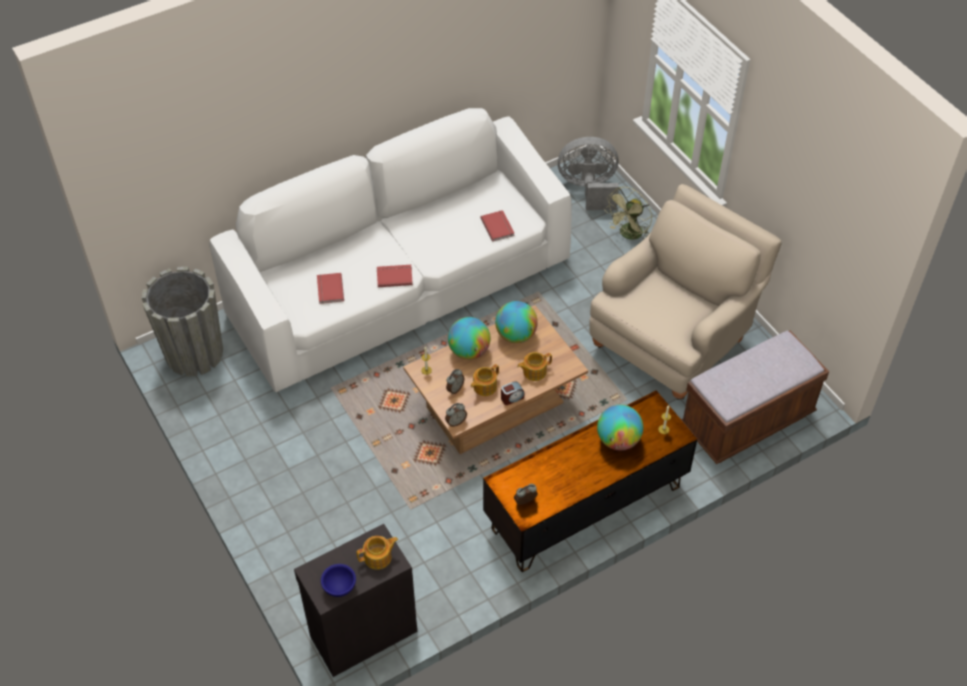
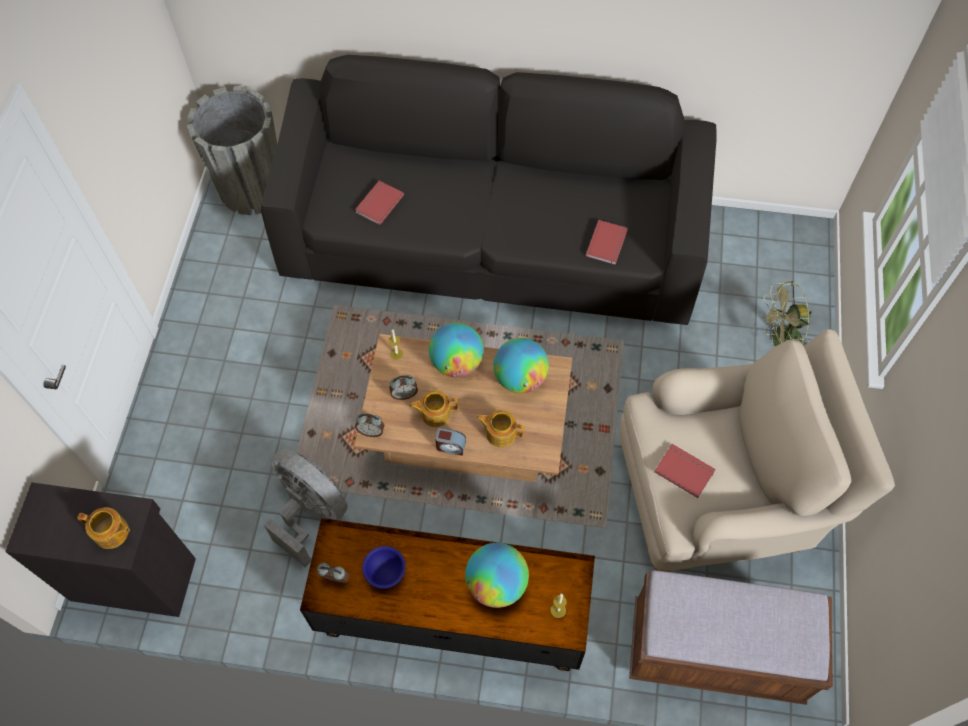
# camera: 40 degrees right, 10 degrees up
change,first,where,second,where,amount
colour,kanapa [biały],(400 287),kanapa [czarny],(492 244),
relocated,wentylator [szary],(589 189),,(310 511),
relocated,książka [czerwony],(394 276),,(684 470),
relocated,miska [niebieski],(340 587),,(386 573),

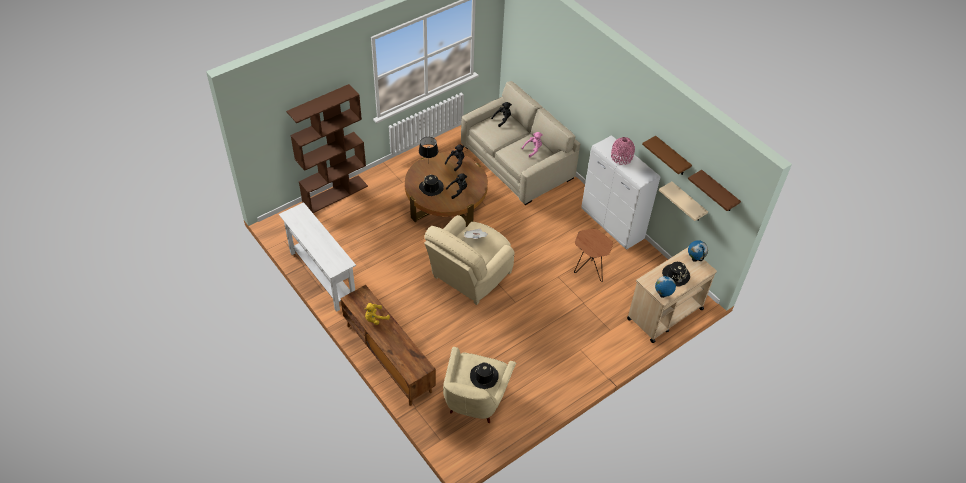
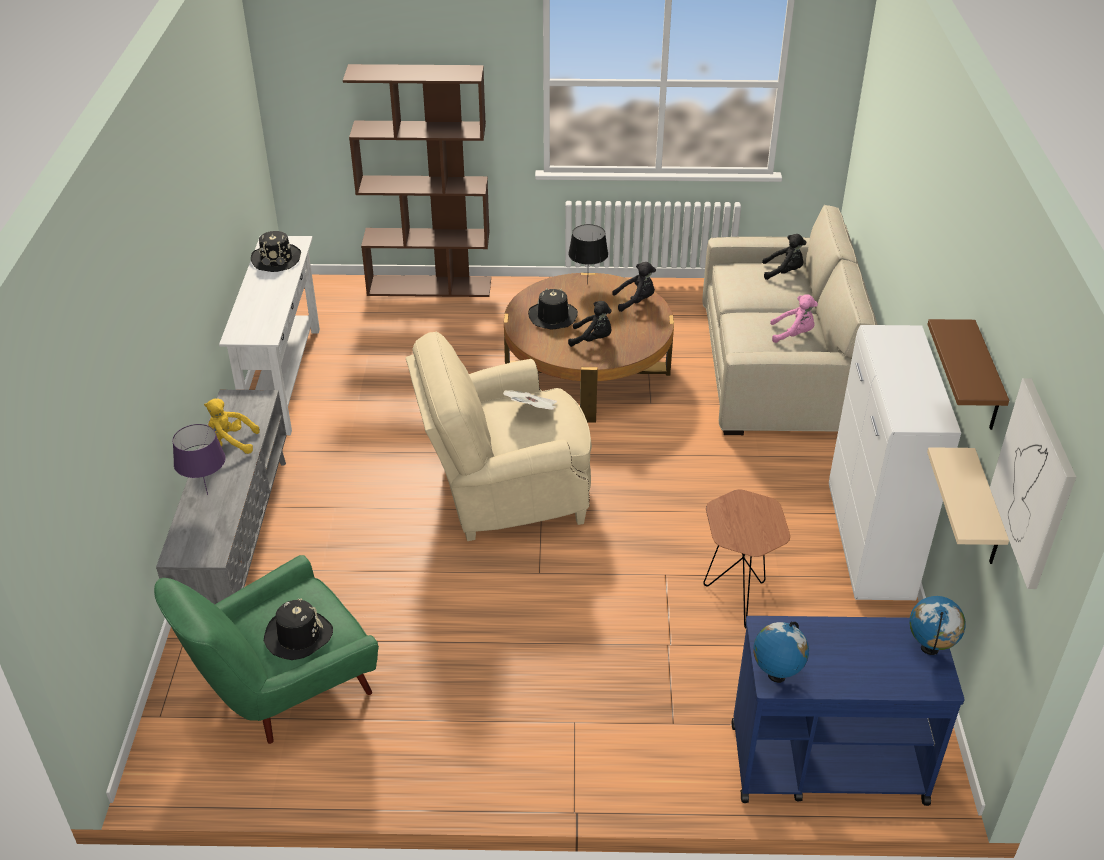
# camera: 40 degrees right, 10 degrees down
change,first,where,second,where,amount
missing,wazon [różowy],(621 157),,,
exchanged,półka [brązowy],(718 192),obraz,(1034 482),
colour,wózek [beżowy],(664 314),wózek [niebieski],(825 763),
relocated,kapelusz [czarny],(675 275),,(277 259),
colour,szafka pod telewizor [brązowy],(388 357),szafka pod telewizor [szary],(237 539),
colour,fotel [beżowy],(474 403),fotel [zielony],(284 693),
appeared,,,lampa stołowa [fioletowy],(208 495),

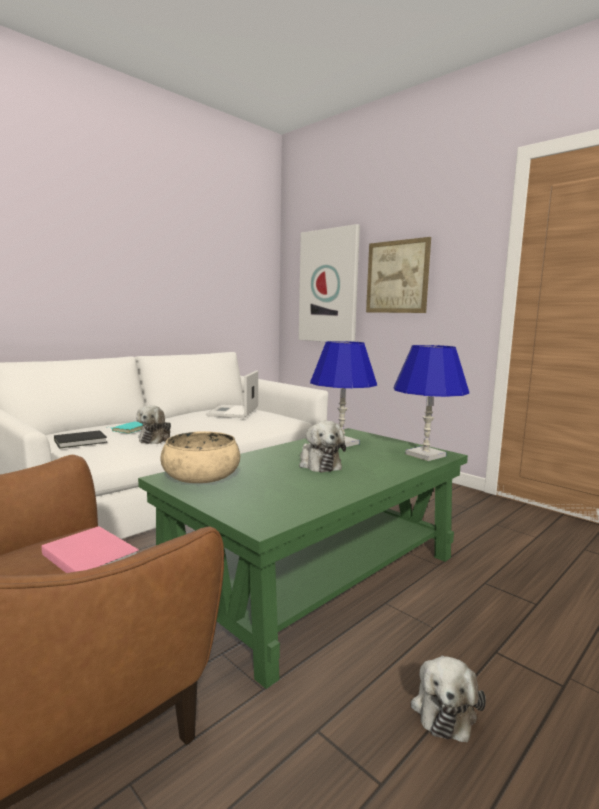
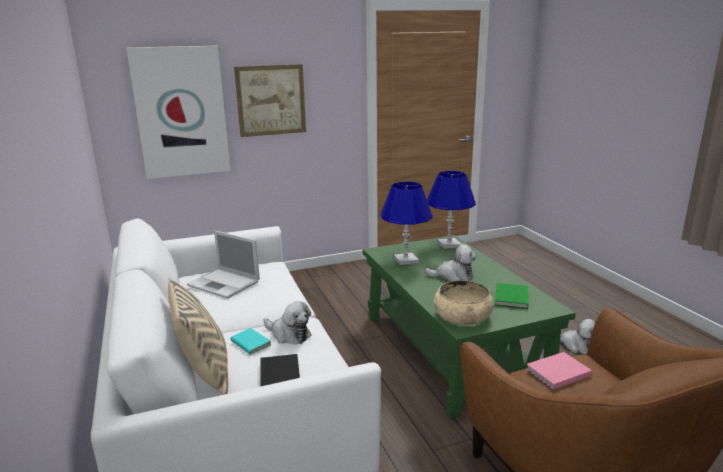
# camera: 65 degrees left, 10 degrees up
change,first,where,second,where,amount
appeared,,,poduszka [beżowy],(205 373),
appeared,,,książka [zielony],(510 298),

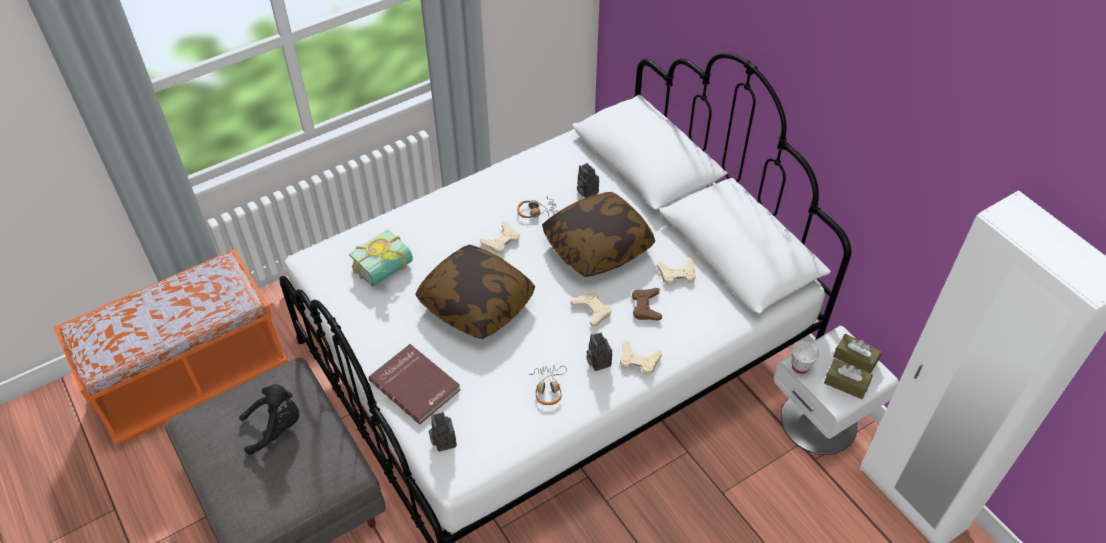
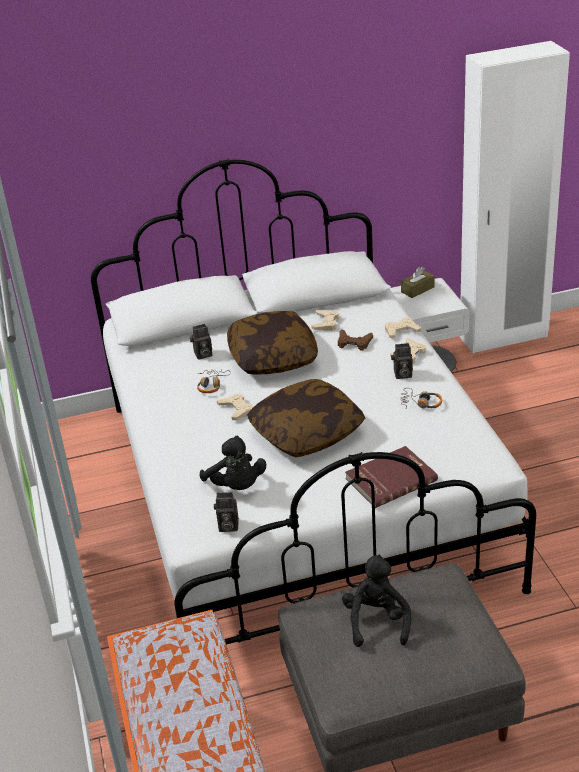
# camera: 70 degrees left, 15 degrees down
change,first,where,second,where,amount
exchanged,książka,(386 271),pluszak [czarny],(236 486),
relocated,pad do gier [beżowy],(592 310),,(401 331),
missing,filiżanka [biały],(800 367),,,
missing,pudełko chusteczek [brązowy],(846 383),,,
relocated,aparat fotograficzny,(443 440),,(227 526),

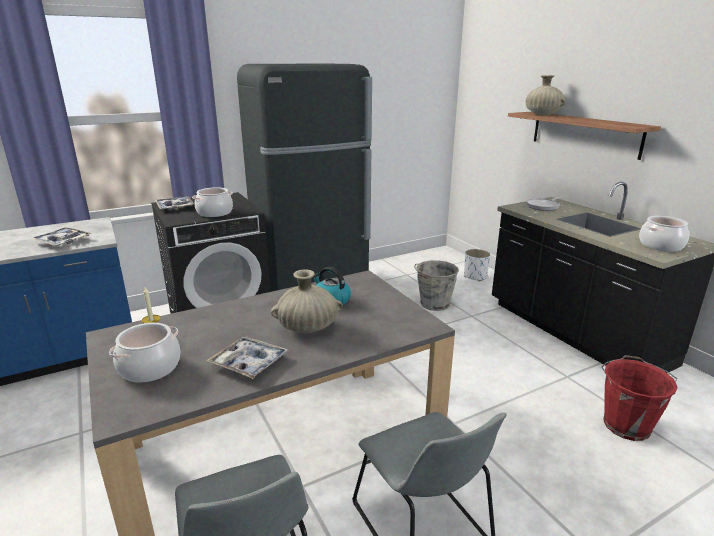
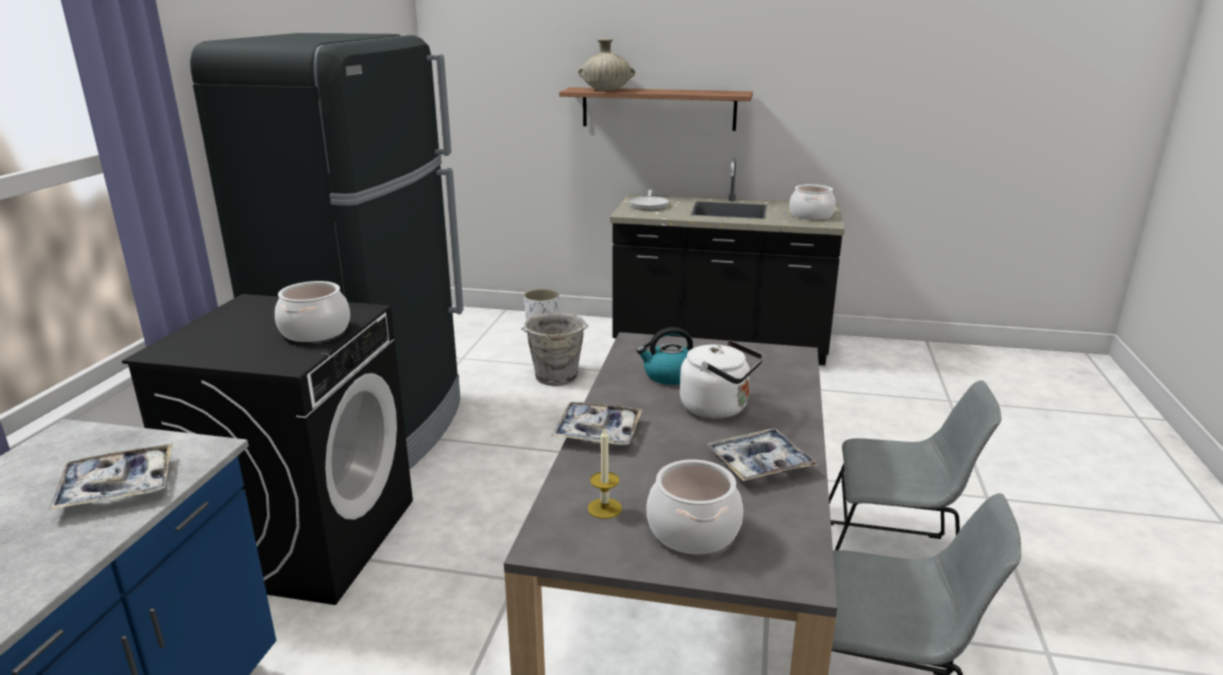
# camera: 50 degrees left, 0 degrees up
change,first,where,second,where,amount
relocated,taca,(175 207),,(597 432),
exchanged,wazon [beżowy],(307 328),czajnik [biały],(718 408),
missing,wiadro [czerwony],(626 424),,,

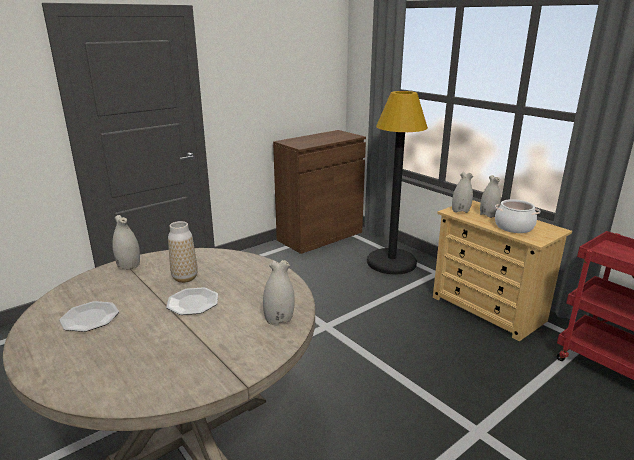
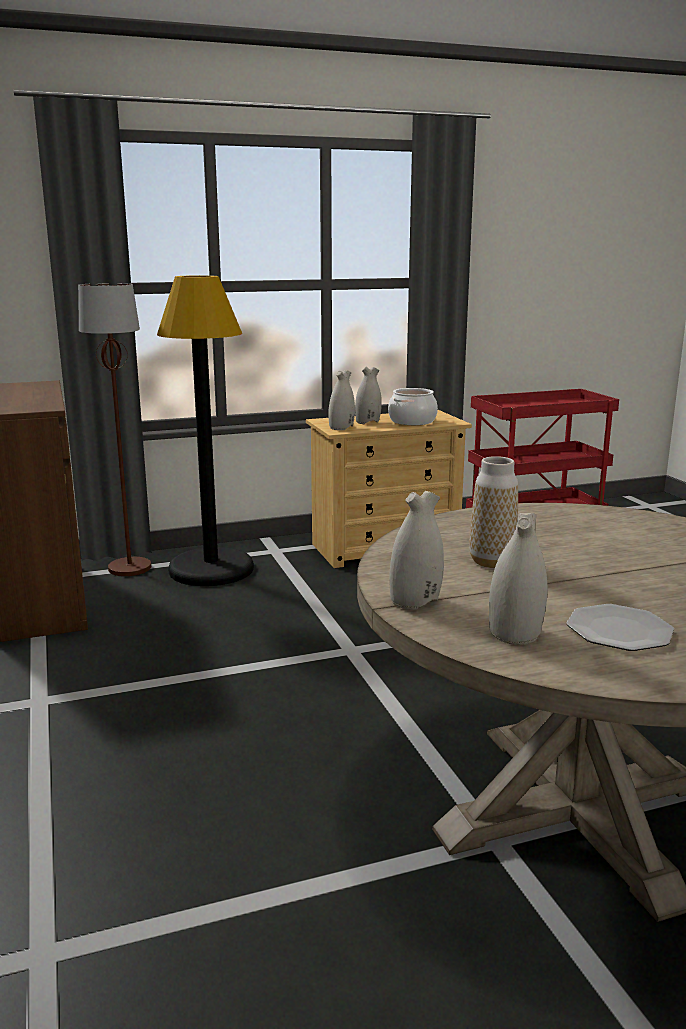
# camera: 70 degrees left, 5 degrees down
change,first,where,second,where,amount
relocated,wazon [biały],(279 319),,(515 633),
missing,talerz,(193 302),,,
appeared,,,lampa stojąca [brązowy],(129 568),

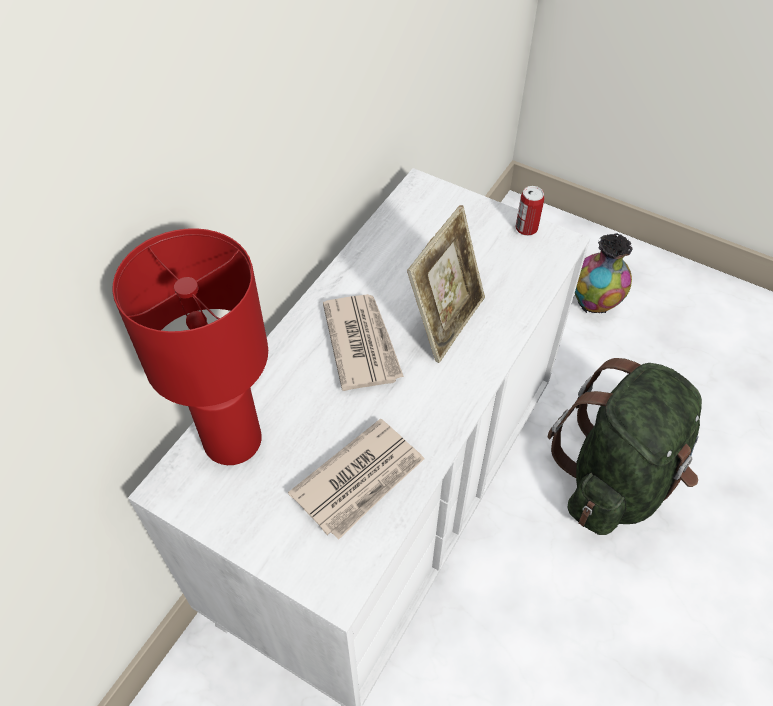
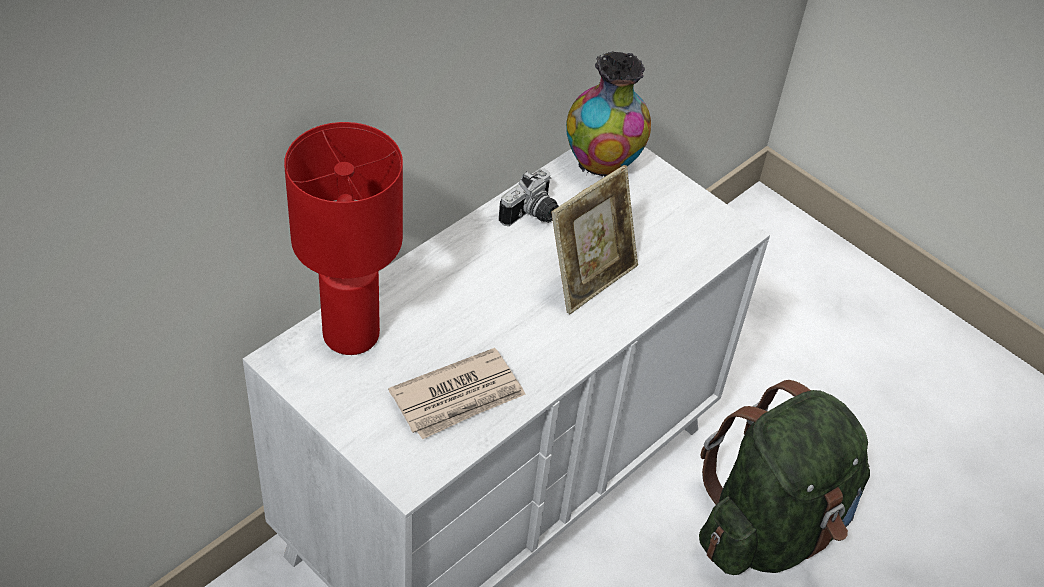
# camera: 10 degrees right, 5 degrees down
change,first,where,second,where,amount
missing,puszka,(526 228),,,
relocated,wazon,(595 303),,(603 163),
missing,gazeta,(362 343),,,
appeared,,,aparat fotograficzny,(532 215),

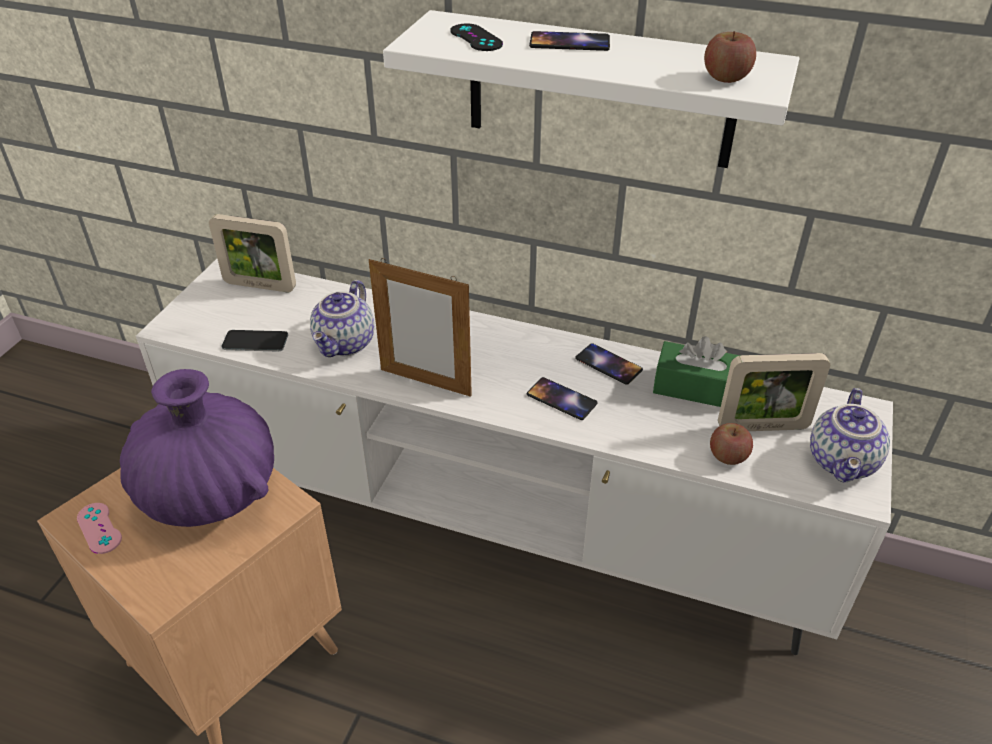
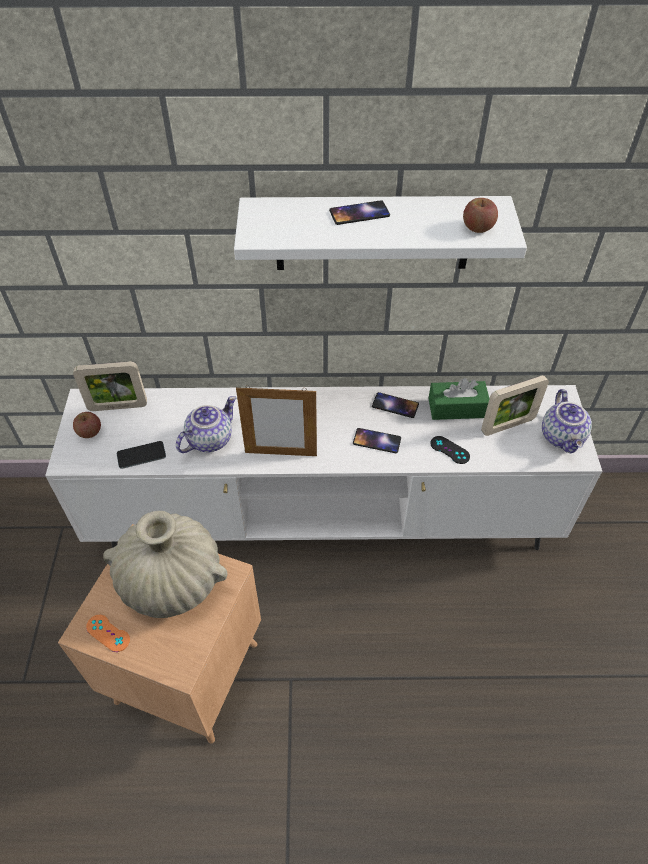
# camera: 20 degrees left, 10 degrees up
change,first,where,second,where,amount
relocated,pad do gier [czarny],(476 38),,(449 450),
spun,imbryk,(346 344),,(209 439),135 degrees counterclockwise
colour,wazon [fioletowy],(210 492),wazon [beżowy],(172 581),
relocated,jabłko,(728 456),,(89 432),
colour,pad do gier [różowy],(99 528),pad do gier [pomarańczowy],(108 633),

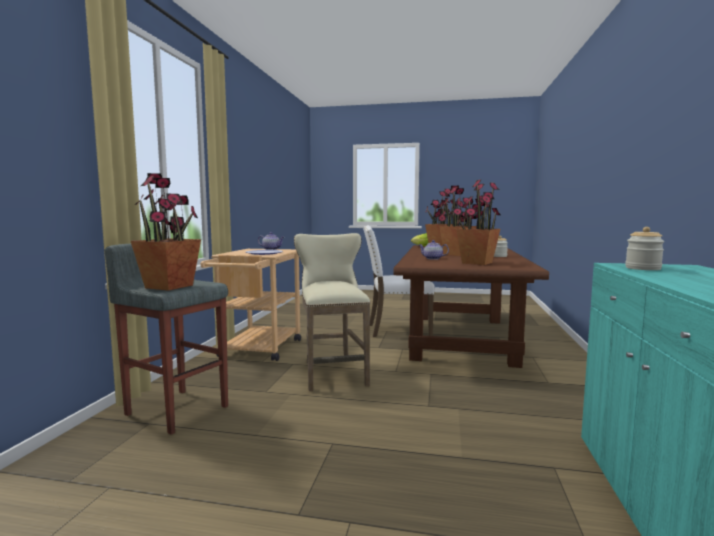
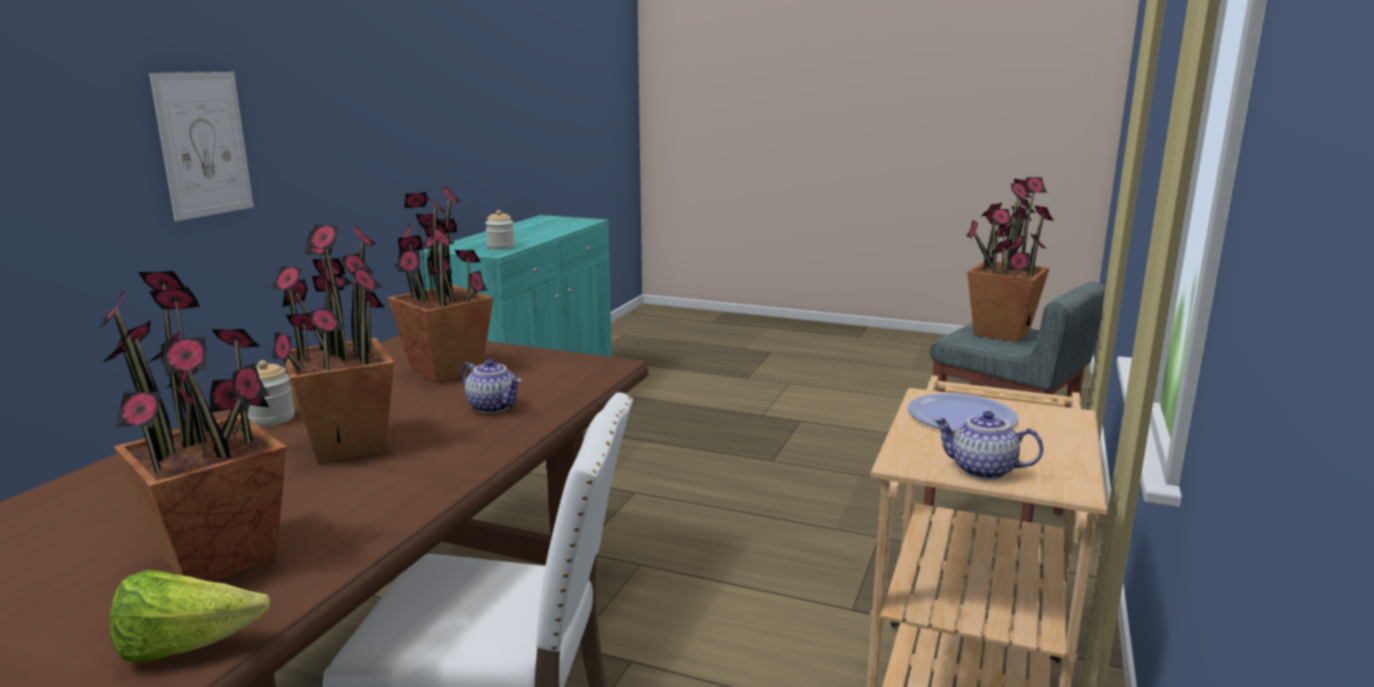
# camera: 170 degrees left, 10 degrees up
change,first,where,second,where,amount
missing,stołek [beżowy],(333 372),,,
appeared,,,obraz,(203 144),

